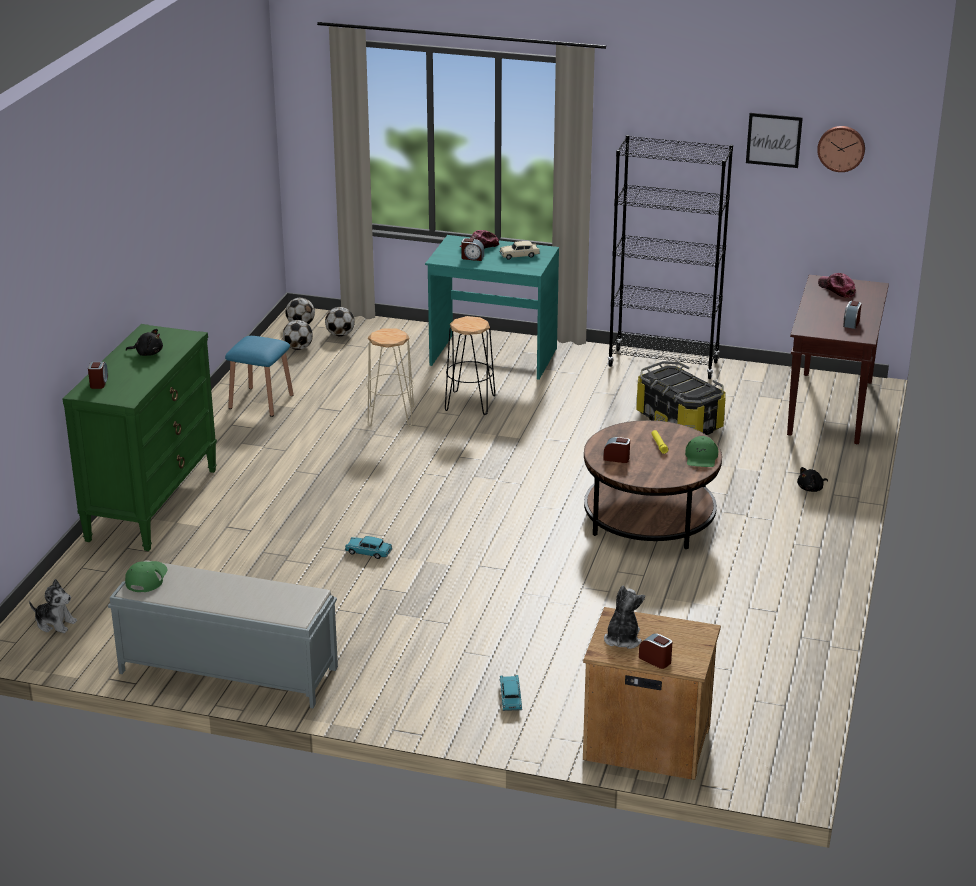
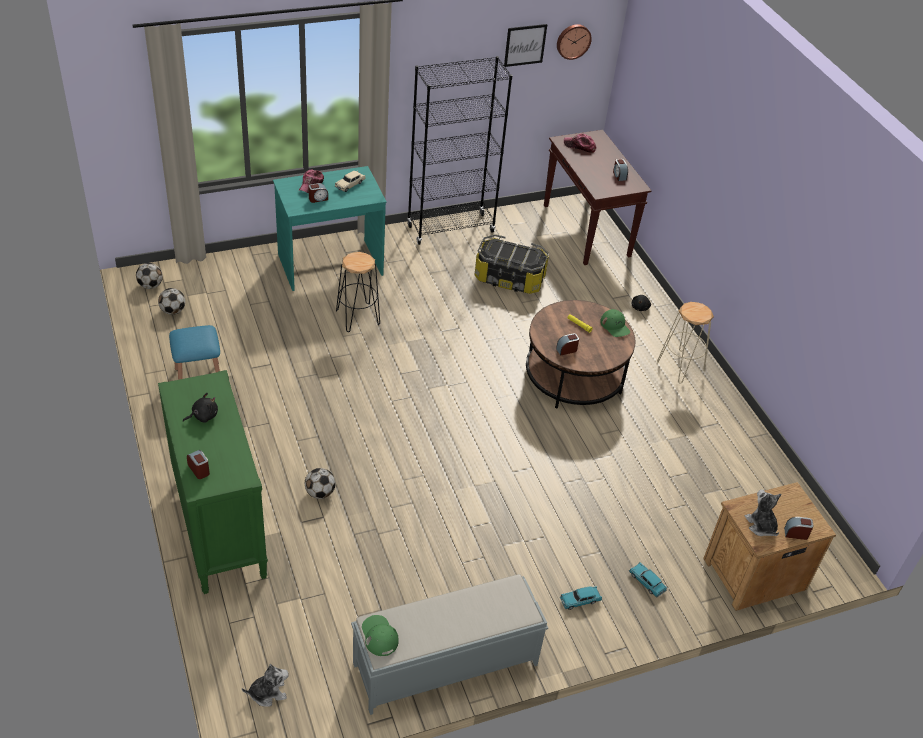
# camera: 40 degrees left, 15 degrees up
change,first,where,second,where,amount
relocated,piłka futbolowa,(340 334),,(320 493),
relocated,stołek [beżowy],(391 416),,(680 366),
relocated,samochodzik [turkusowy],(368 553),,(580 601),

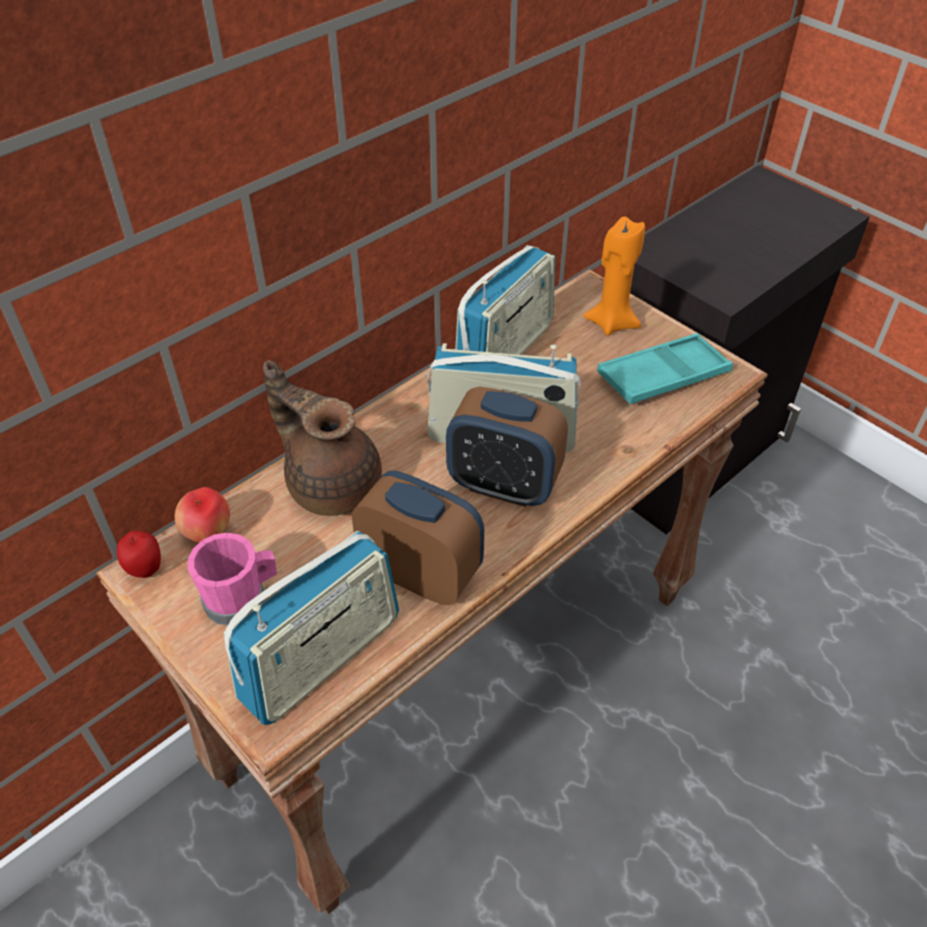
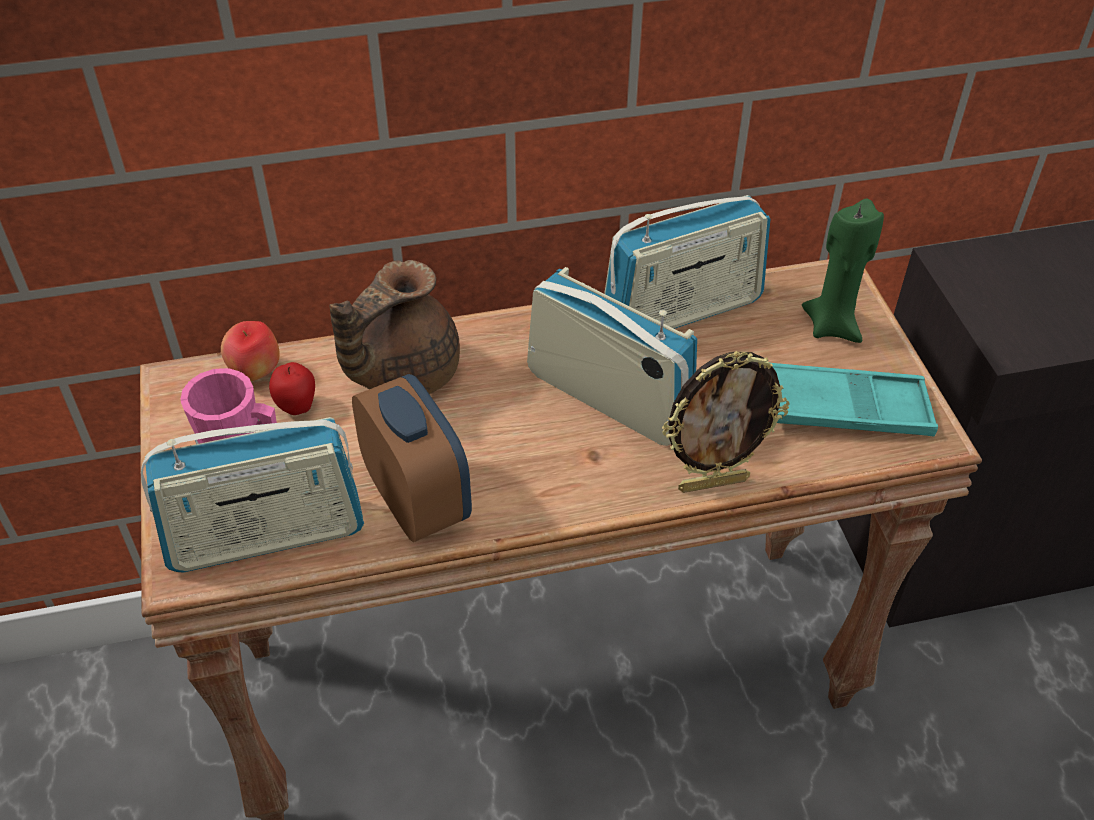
# camera: 30 degrees right, 0 degrees up
change,first,where,second,where,amount
colour,świeca [pomarańczowy],(611 323),świeca [zielony],(832 325),
spun,imbryk [brązowy],(331 483),,(401 373),120 degrees counterclockwise
missing,budzik,(504 485),,,
relocated,jabłko,(145 569),,(297 407),
appeared,,,ramka na zdjęcie,(713 483),

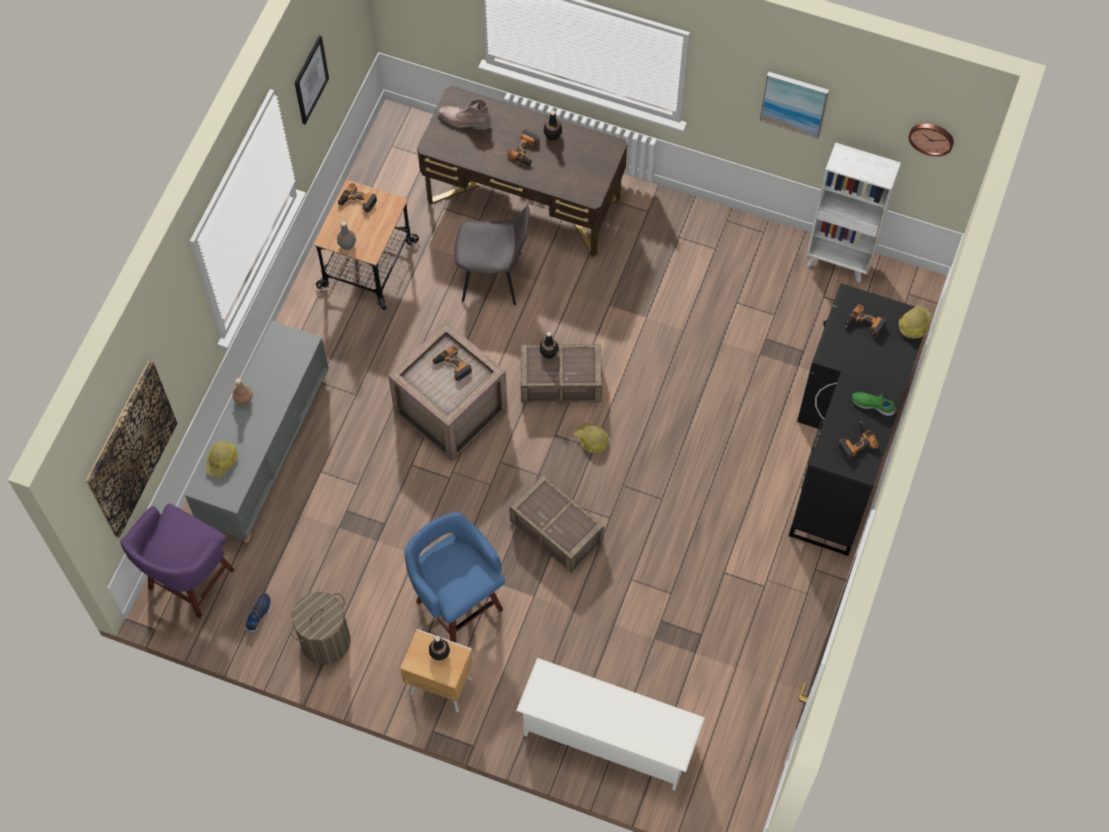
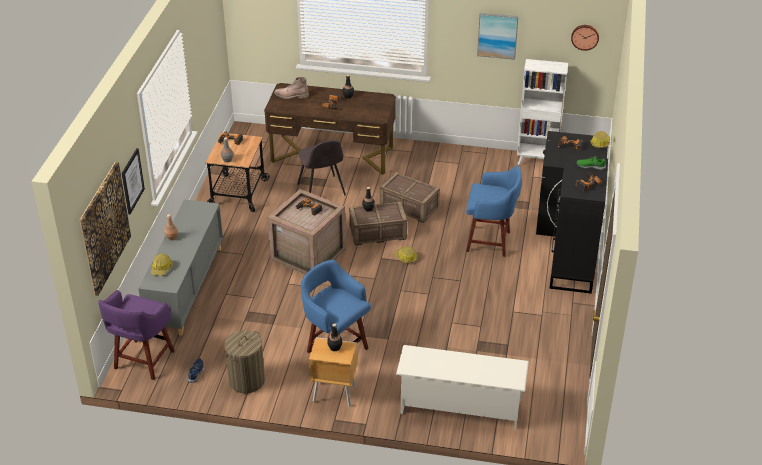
# camera: 10 degrees left, 25 degrees down
change,first,where,second,where,amount
relocated,obraz,(310 80),,(132 181),
spun,krzesło [szary],(494 277),,(321 190),75 degrees clockwise
relocated,skrzynka,(557 531),,(409 207),
appeared,,,stołek [niebieski],(490 242),

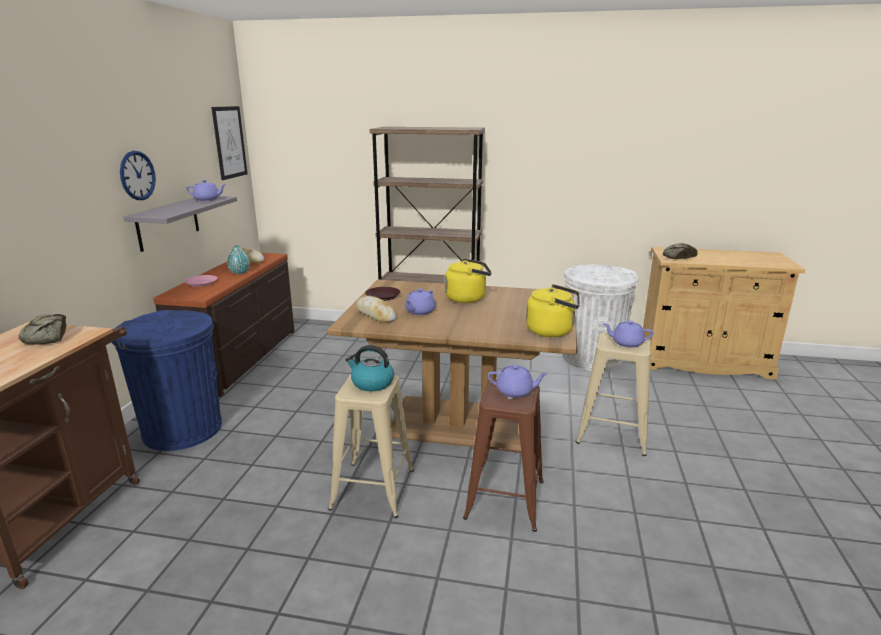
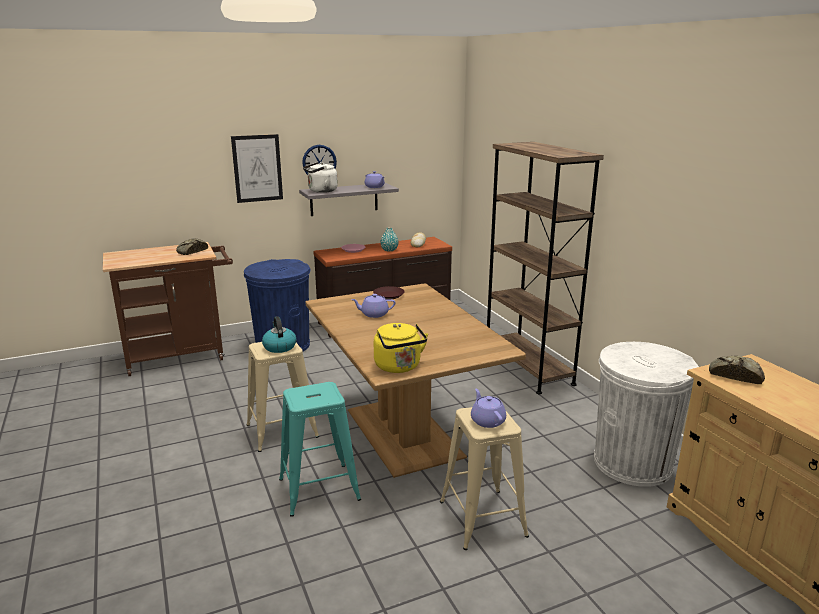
# camera: 55 degrees right, 0 degrees up
change,first,where,second,where,amount
relocated,obraz,(229 142),,(257 168),
missing,czajnik [żółty],(468 298),,,
missing,chleb,(376 315),,,
missing,imbryk [fioletowy],(515 392),,,
colour,stołek [brązowy],(505 499),stołek [turkusowy],(319 489),
appeared,,,czajnik [biały],(321 191),

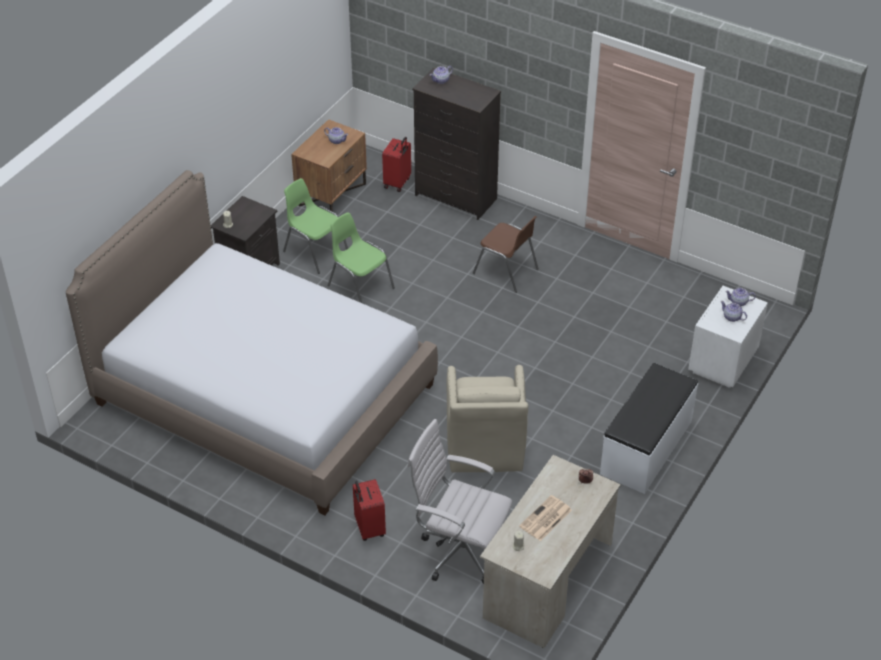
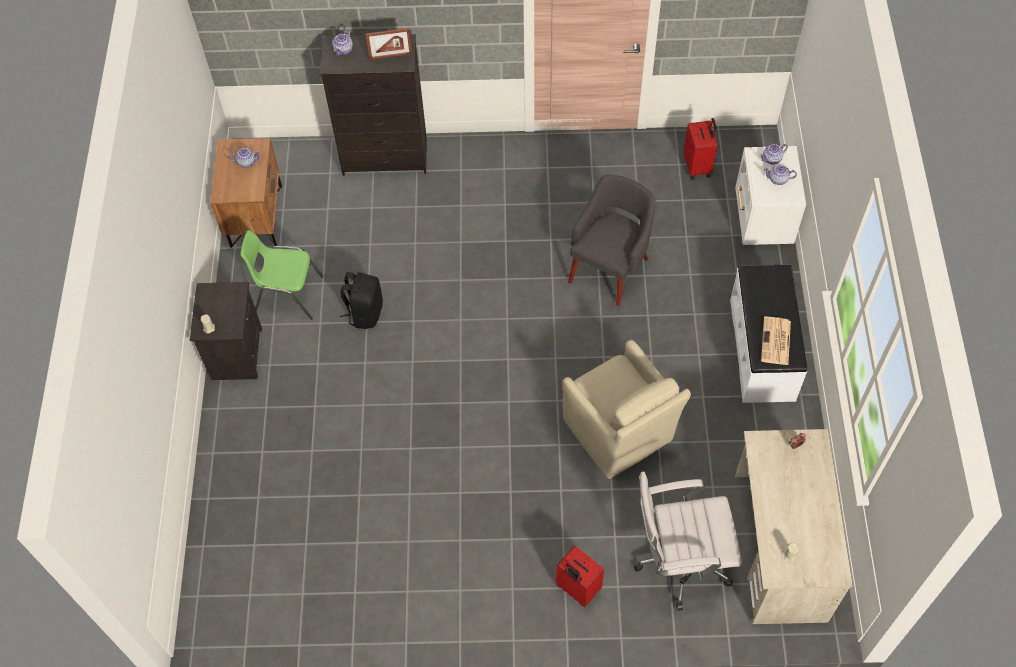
# camera: 30 degrees left, 15 degrees up
change,first,where,second,where,amount
relocated,walizka [czerwony],(398 183),,(698 166),
missing,łóżko,(264 394),,,
exchanged,krzesło [zielony],(360 286),plecak [czarny],(365 312),
missing,krzesło [brązowy],(506 272),,,
relocated,gazeta,(545 519),,(776 342),
appeared,,,ramka na zdjęcie,(390 56),
appeared,,,fotel [szary],(609 269),

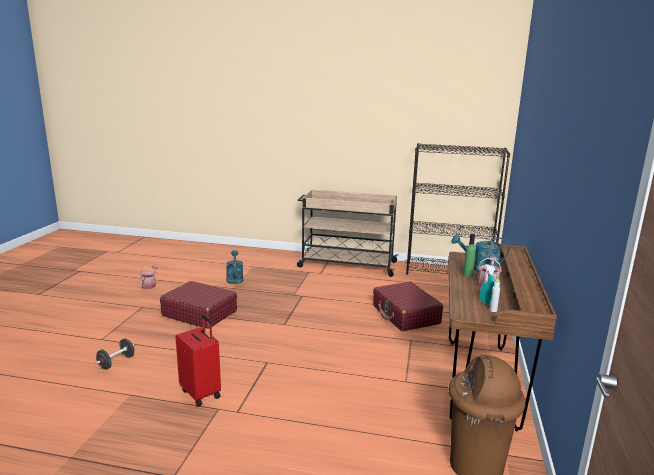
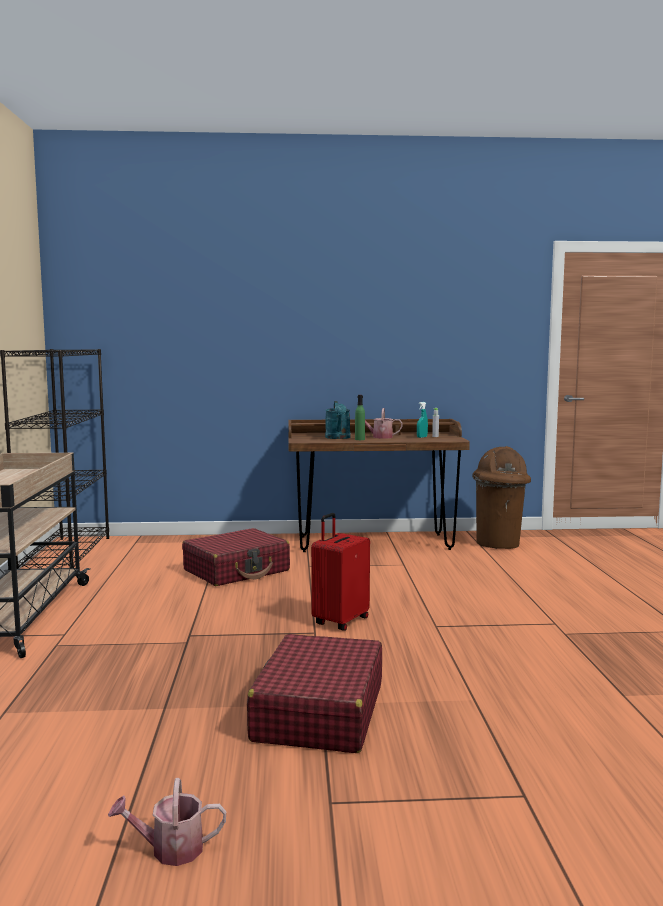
# camera: 105 degrees left, 10 degrees down
change,first,where,second,where,amount
missing,konewka [turkusowy],(234 279),,,
relocated,walizka [czerwony],(201 393),,(340 621),
missing,hantel [czarny],(116 362),,,

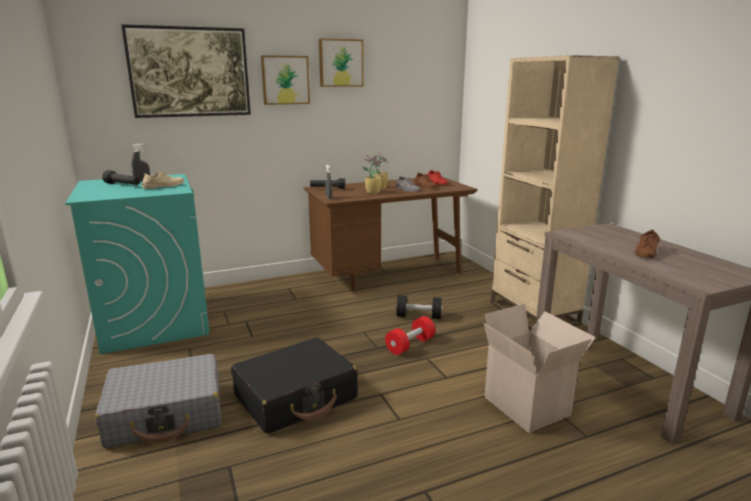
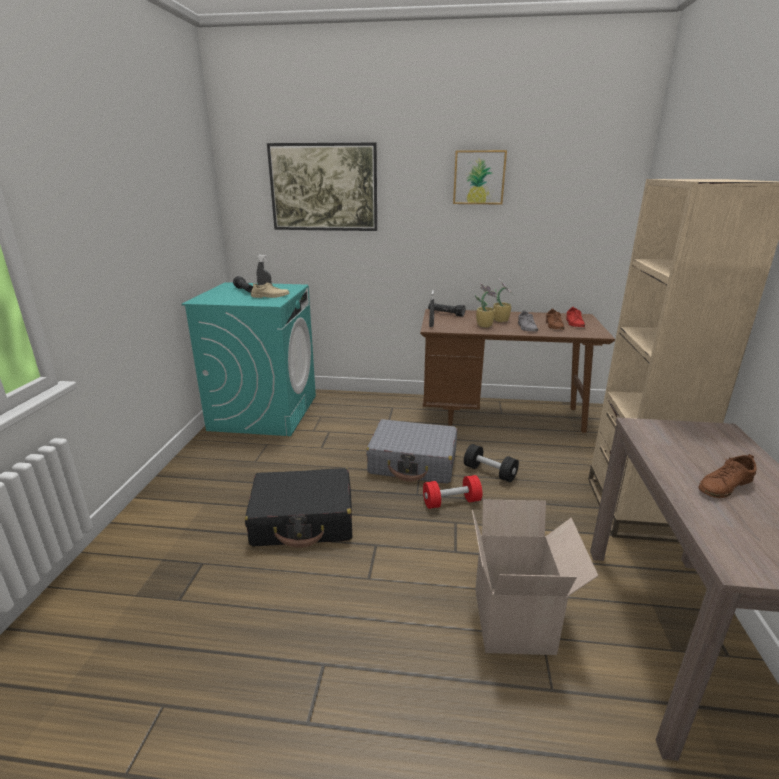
# camera: 30 degrees right, 5 degrees up
change,first,where,second,where,amount
missing,obraz,(285 80),,,
relocated,walizka [szary],(166 414),,(413 463),

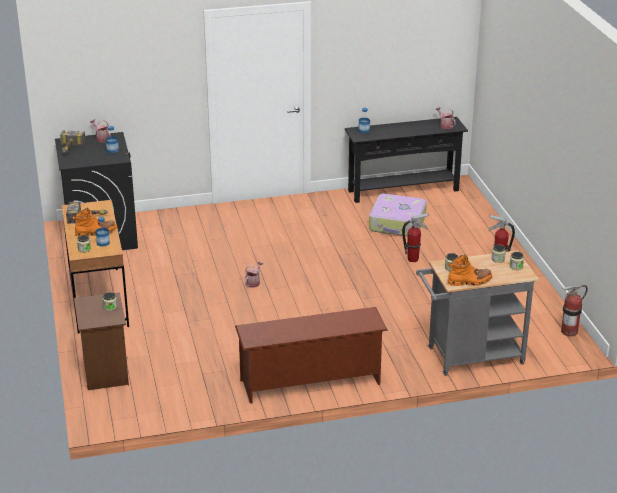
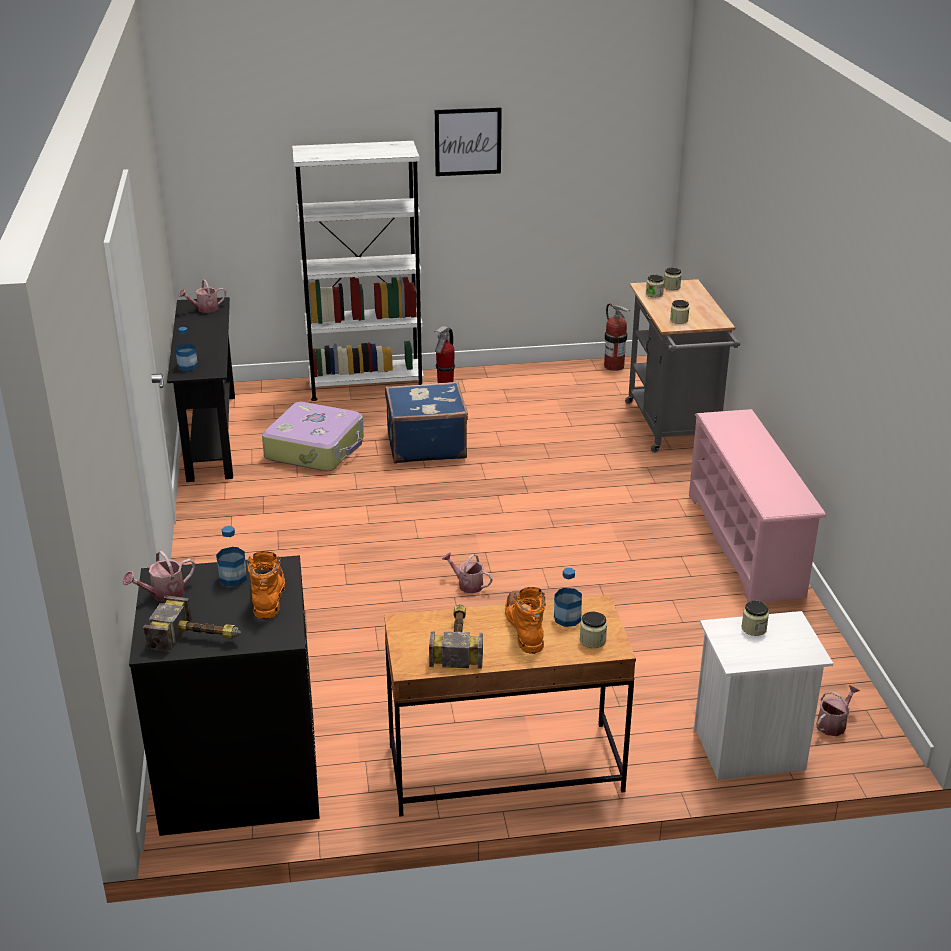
# camera: 85 degrees left, 0 degrees up
change,first,where,second,where,amount
exchanged,gaśnica,(413 259),walizka [niebieski],(425 445),
relocated,but z cholewką [pomarańczowy],(469 281),,(267 594),
colour,szafka nocna [brązowy],(104 373),szafka nocna [biały],(750 751),
colour,regał na buty [brązowy],(310 383),regał na buty [różowy],(746 544),
appeared,,,obraz,(468 141),
appeared,,,regał [biały],(366 386),
appeared,,,konewka,(833 724),

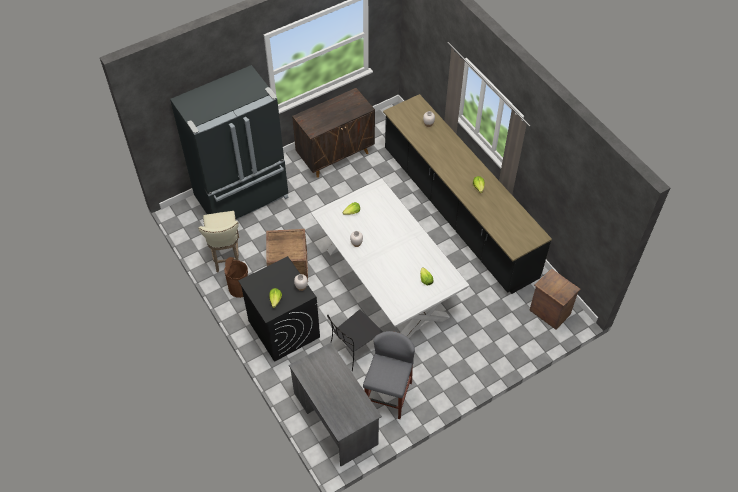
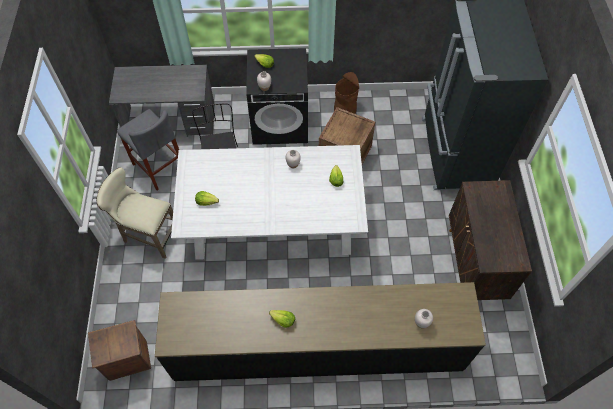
# camera: 120 degrees right, 5 degrees up
change,first,where,second,where,amount
relocated,stołek [beżowy],(226 256),,(148 235),

